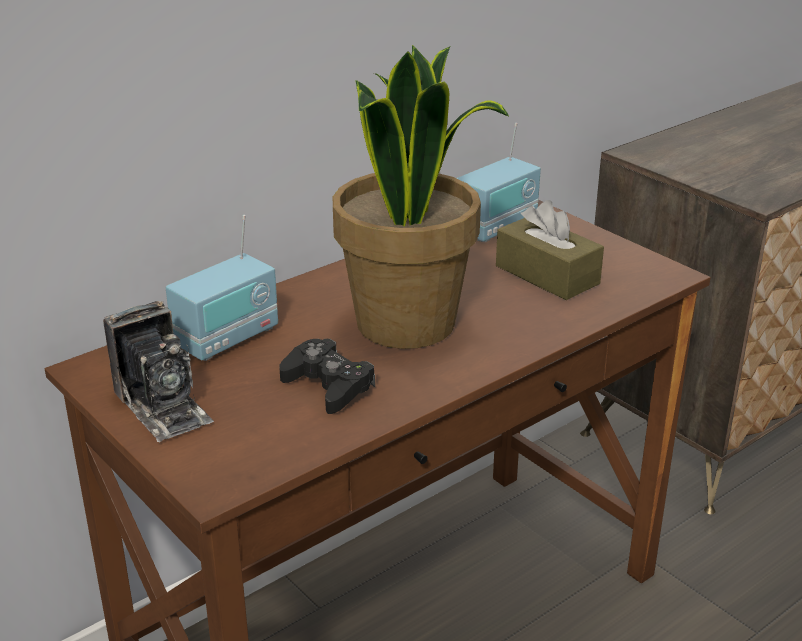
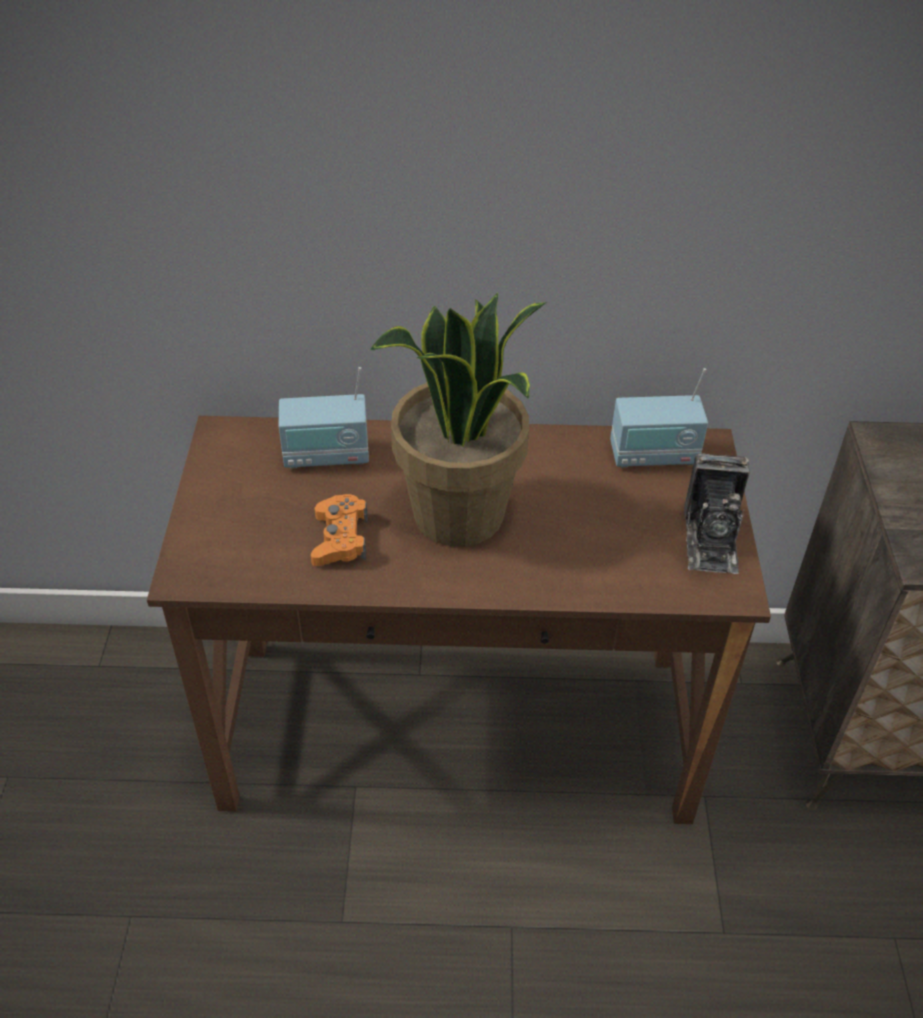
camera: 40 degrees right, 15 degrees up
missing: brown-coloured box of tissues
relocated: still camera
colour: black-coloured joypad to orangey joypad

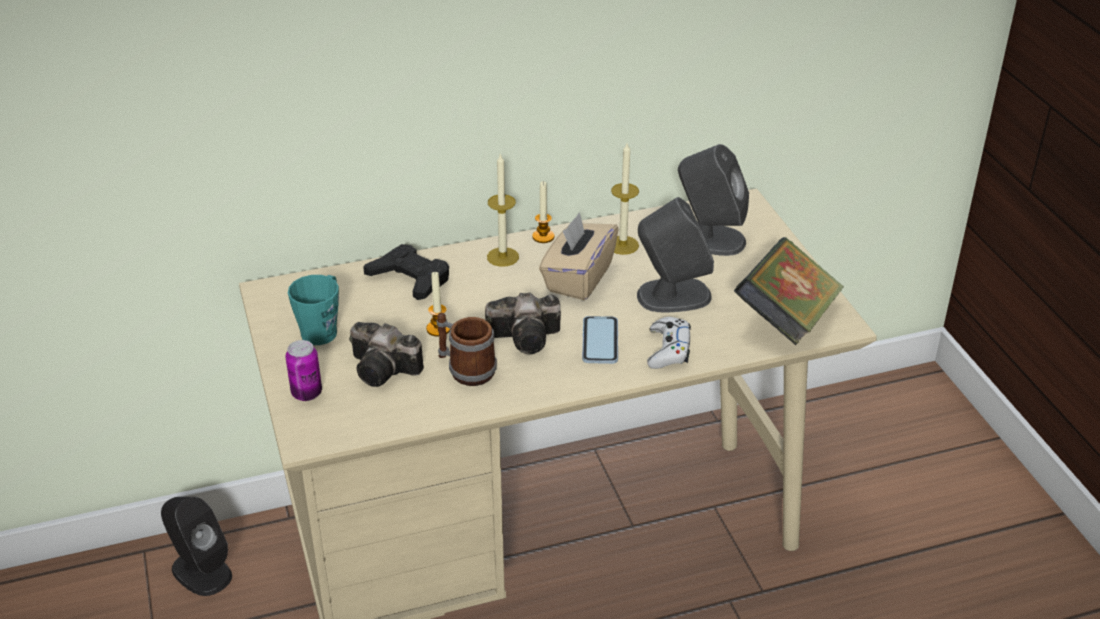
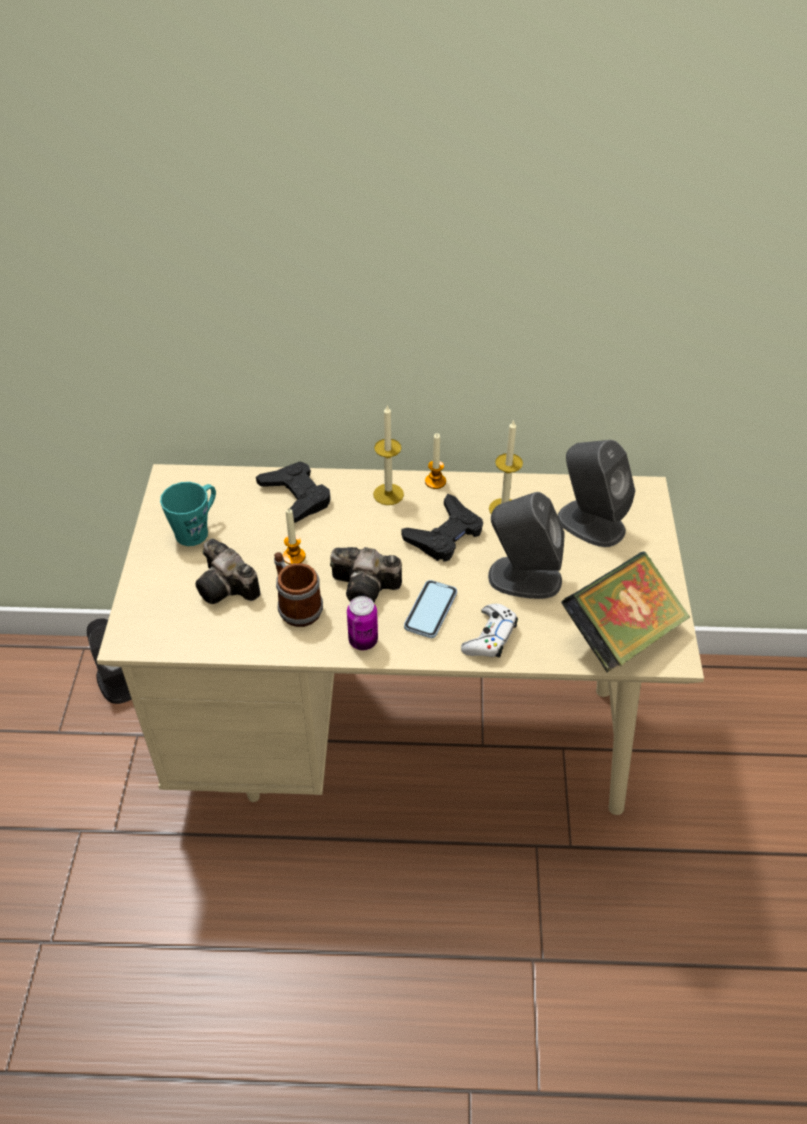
camera: 20 degrees right, 10 degrees up
relocated: sealed can
exchanged: beige-coloured box of tissues to black-coloured joypad (no. 2 from left)

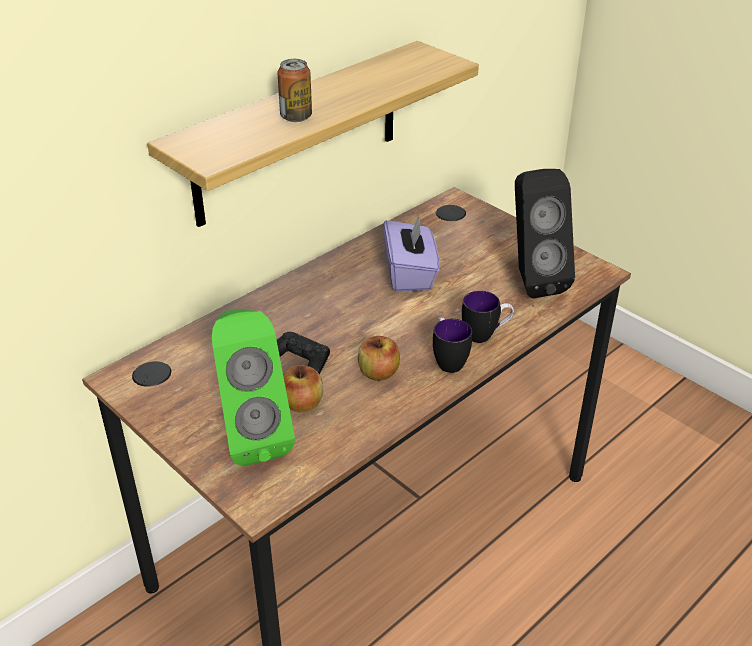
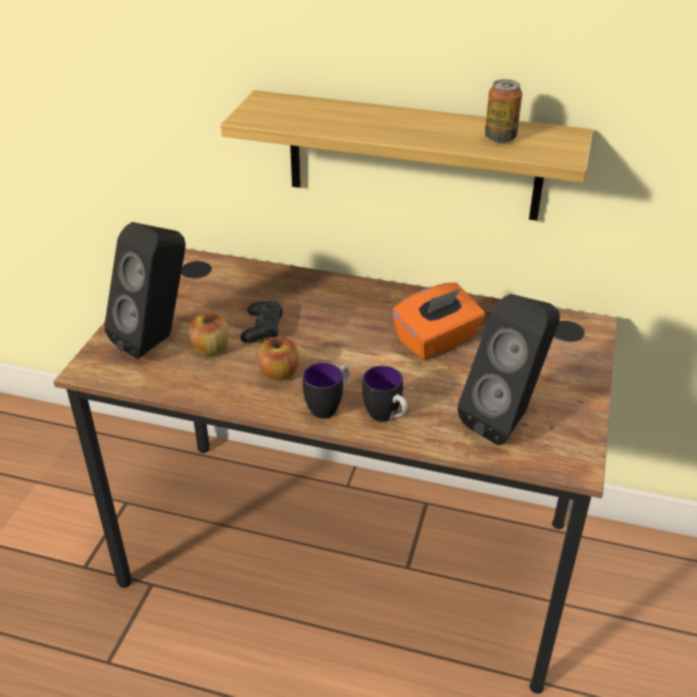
camera: 60 degrees right, 0 degrees up
relocated: sealed can
colour: greenish loudspeaker to black-coloured loudspeaker (no. 1 from left); purple-coloured box of tissues to orangey box of tissues

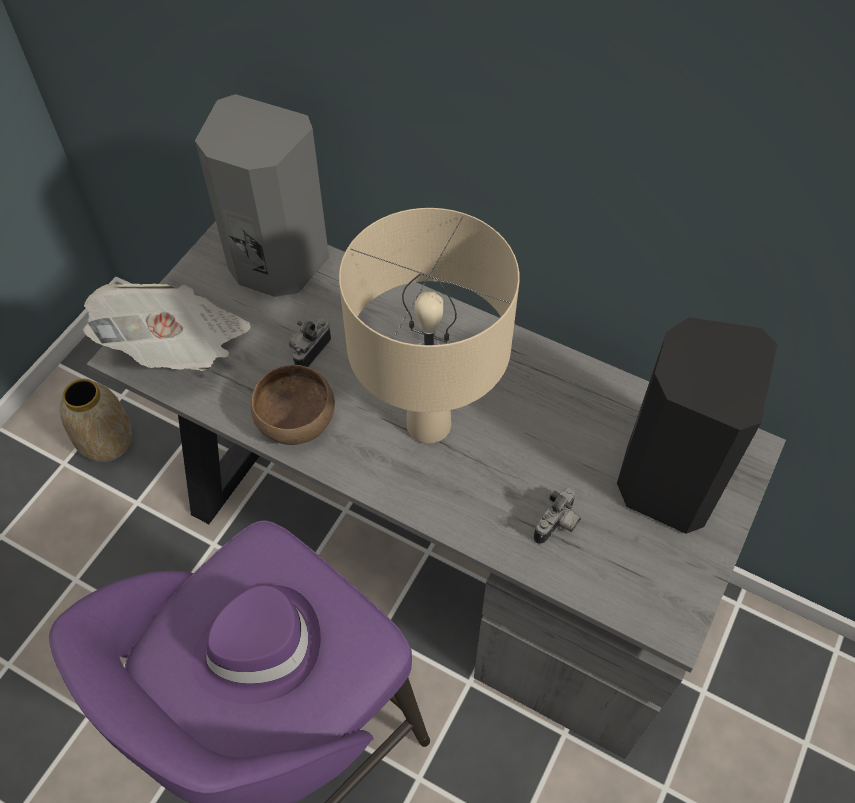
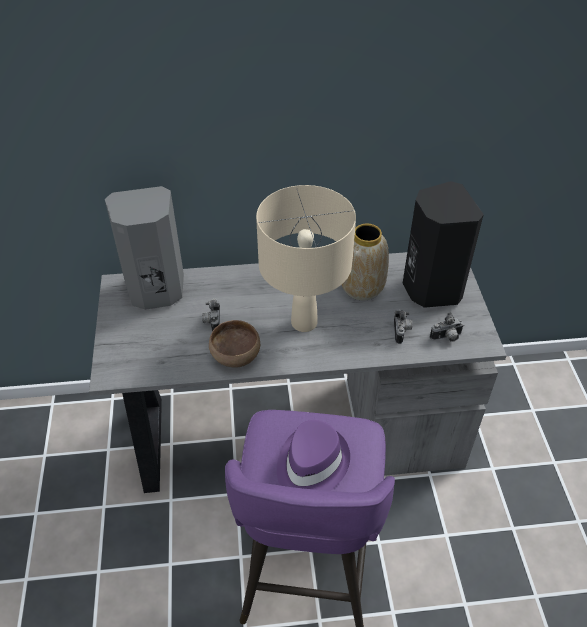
camera: 35 degrees left, 10 degrees down
missing: printed paper
appeared: still camera (no. 3 from left)
relocated: decorative vase

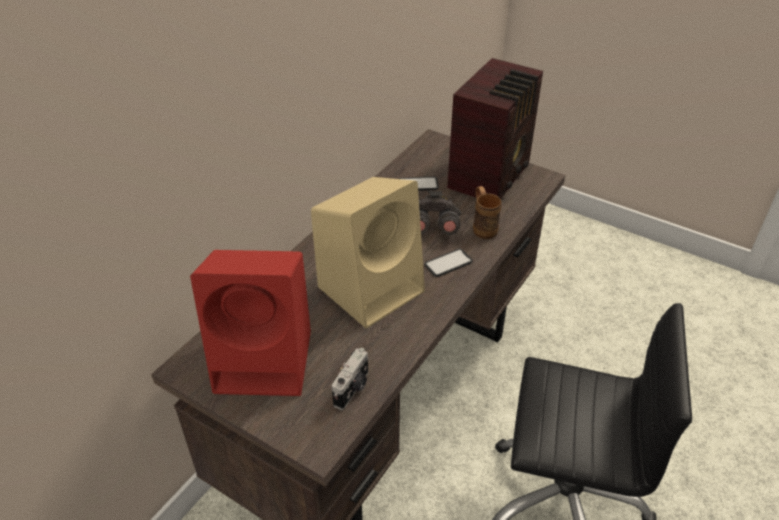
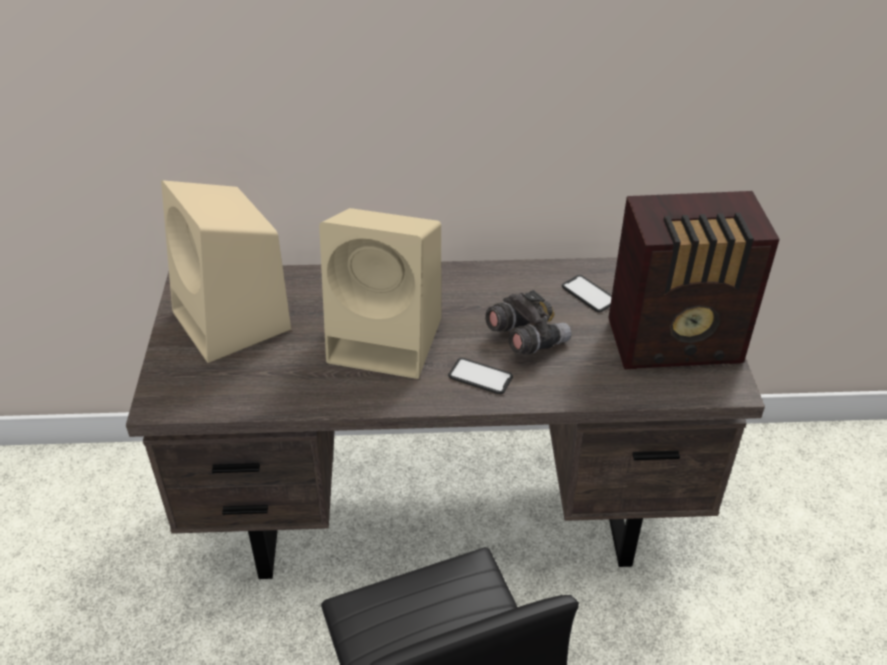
camera: 55 degrees right, 0 degrees up
missing: still camera; brown-coloured tea mug
colour: reddish loudspeaker to beige-coloured loudspeaker (no. 1 from left)

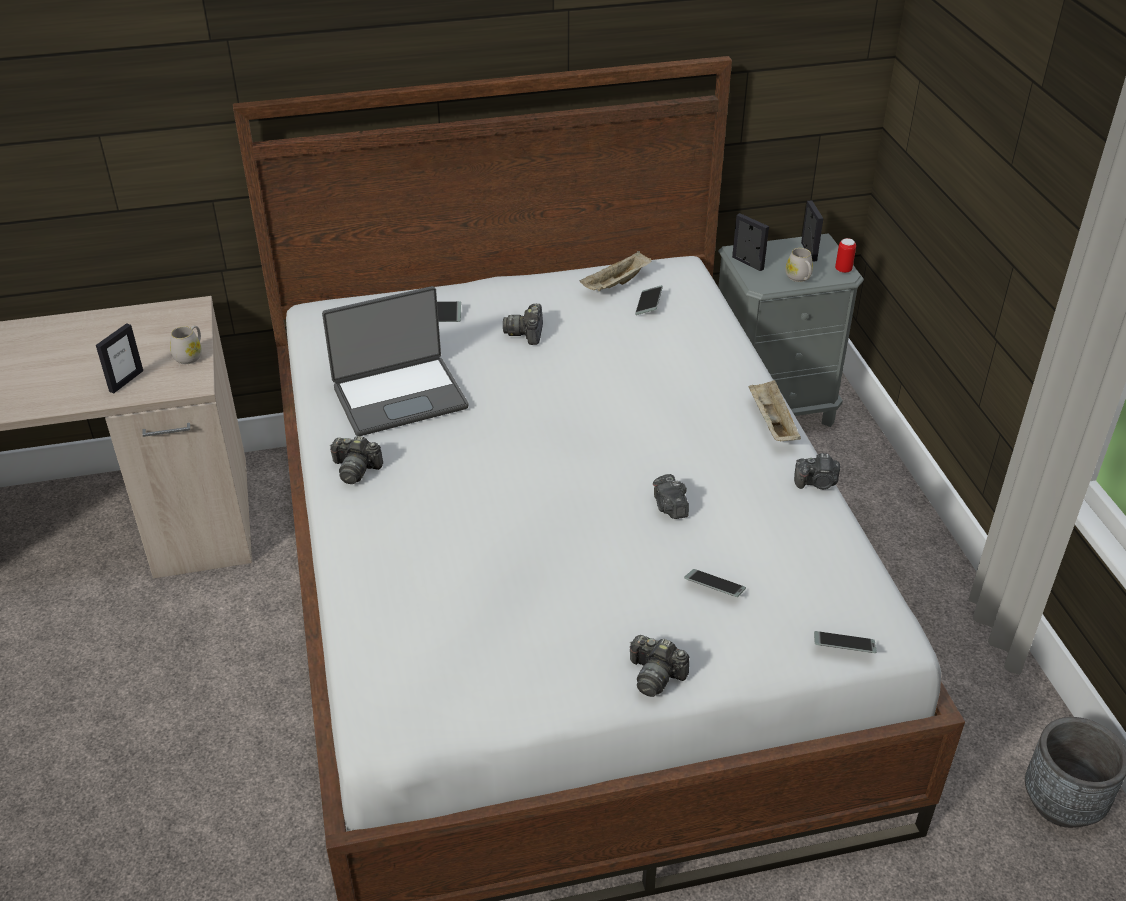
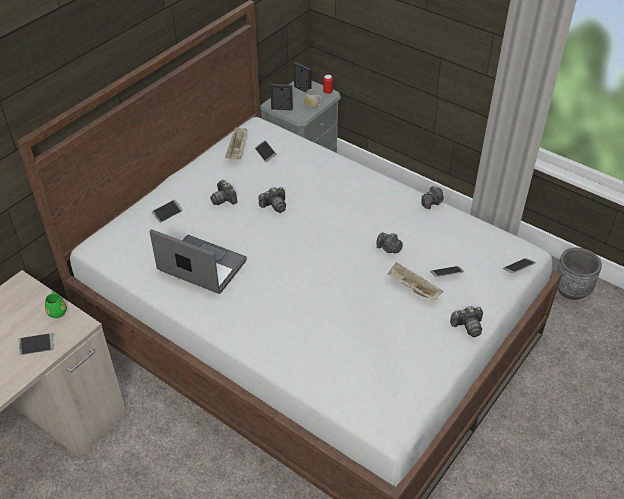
camera: 40 degrees left, 5 degrees up
relocated: still camera (no. 1 from left in the first image) to still camera (no. 2 from left); beige-coloured tray (no. 2 from left)
exchanged: picture frame (no. 1 from left) to telephone (no. 1 from left)
colour: whitish tea mug (no. 1 from left) to greenish tea mug
spun: portable computer 90 degrees counterclockwise

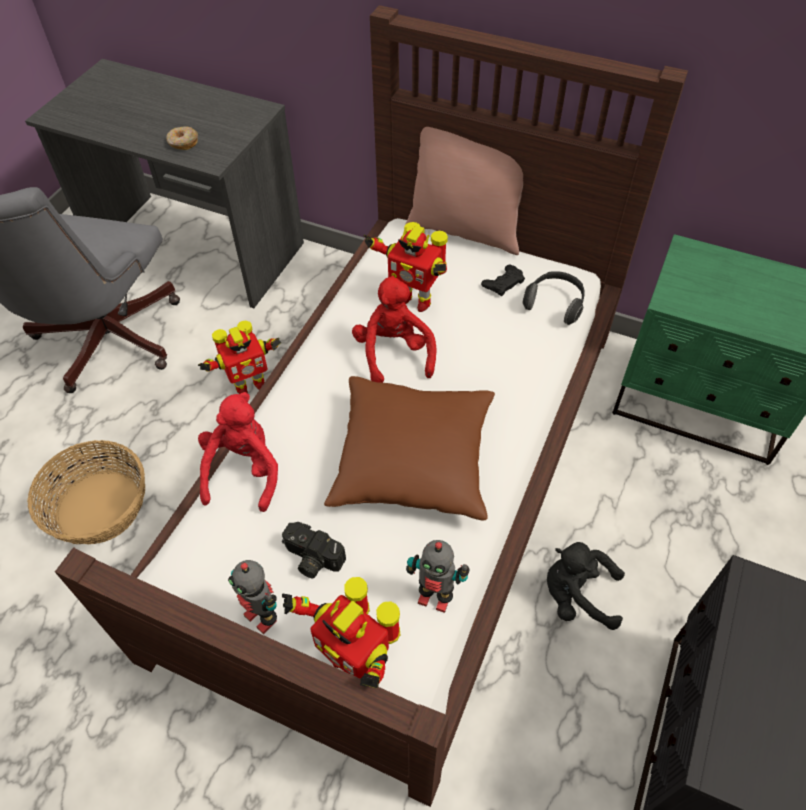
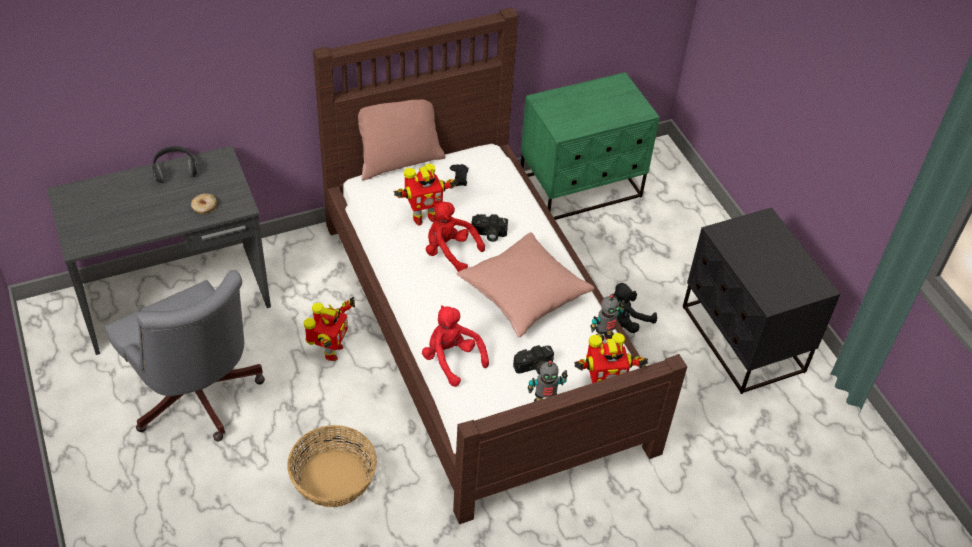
camera: 50 degrees left, 5 degrees down
appeared: still camera (no. 1 from left)
relocated: headphones
colour: brown-coloured throw pillow to pink-coloured throw pillow (no. 2 from left)

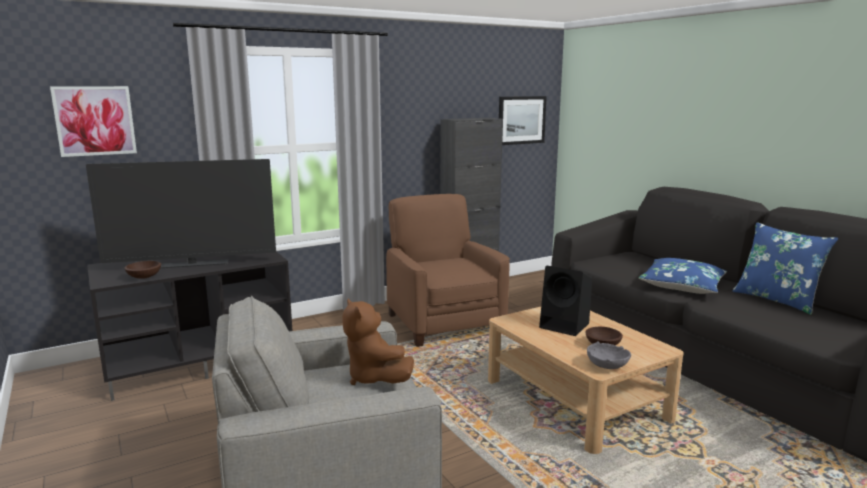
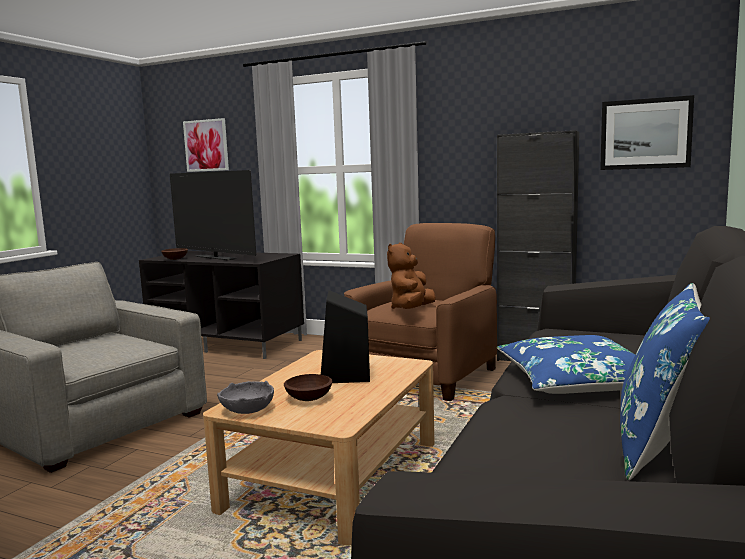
camera: 55 degrees right, 5 degrees down
relocated: brown-coloured cuddly toy

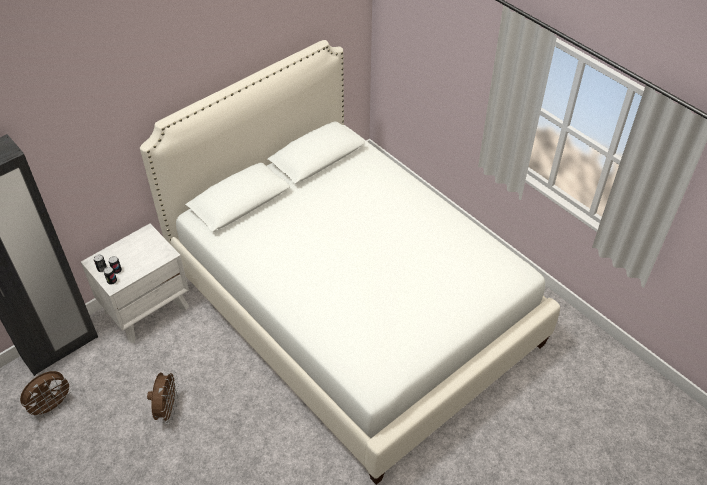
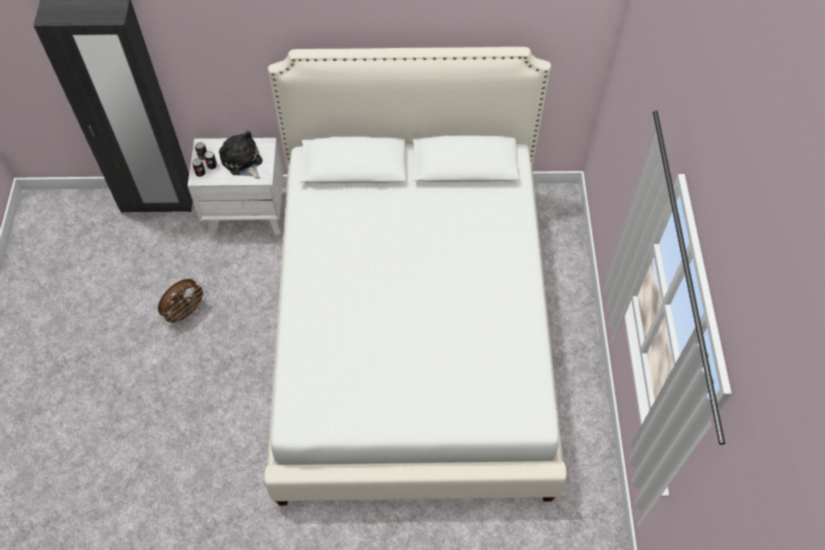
camera: 40 degrees right, 10 degrees up
missing: brown-coloured electric fan (no. 1 from left)
appeared: cuddly toy

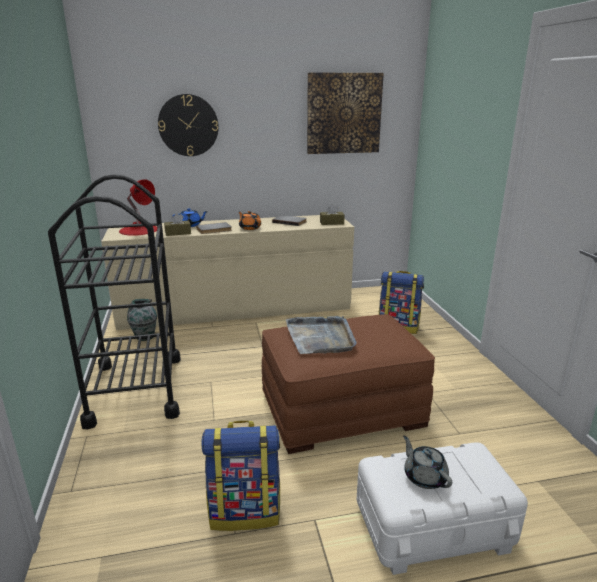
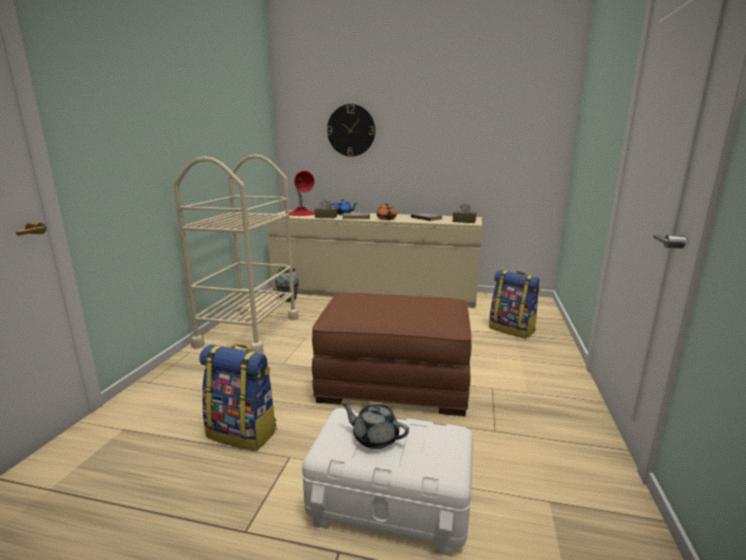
camera: 25 degrees right, 5 degrees down
missing: grey tray; wall picture
colour: black-coloured wheeled cart to beige-coloured wheeled cart
spun: grey teapot 60 degrees counterclockwise

